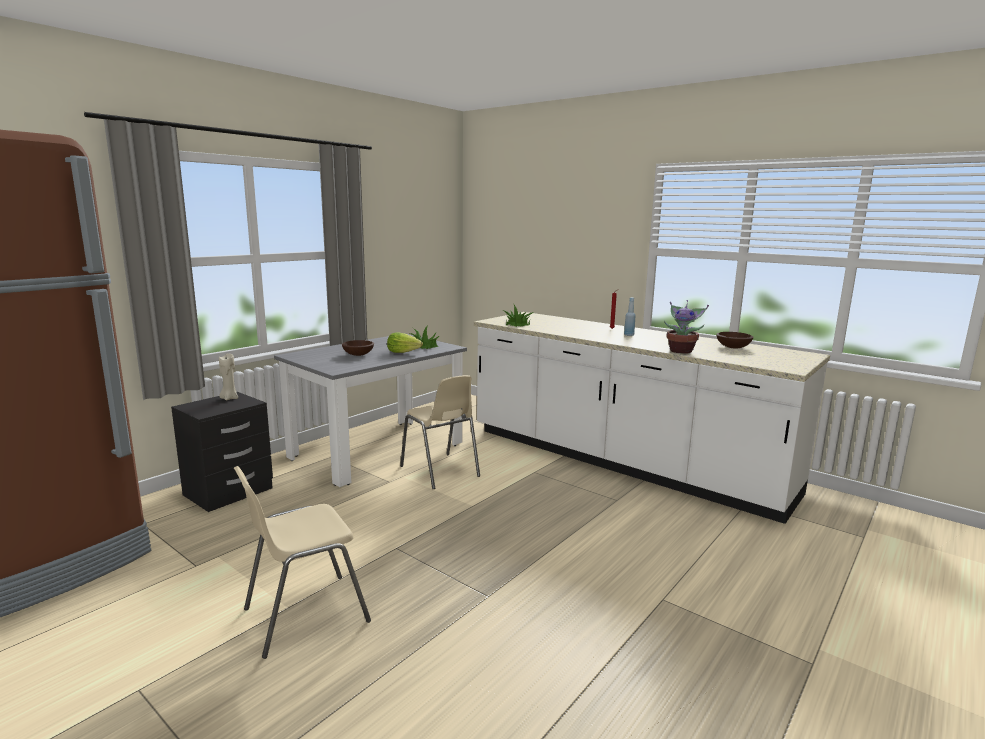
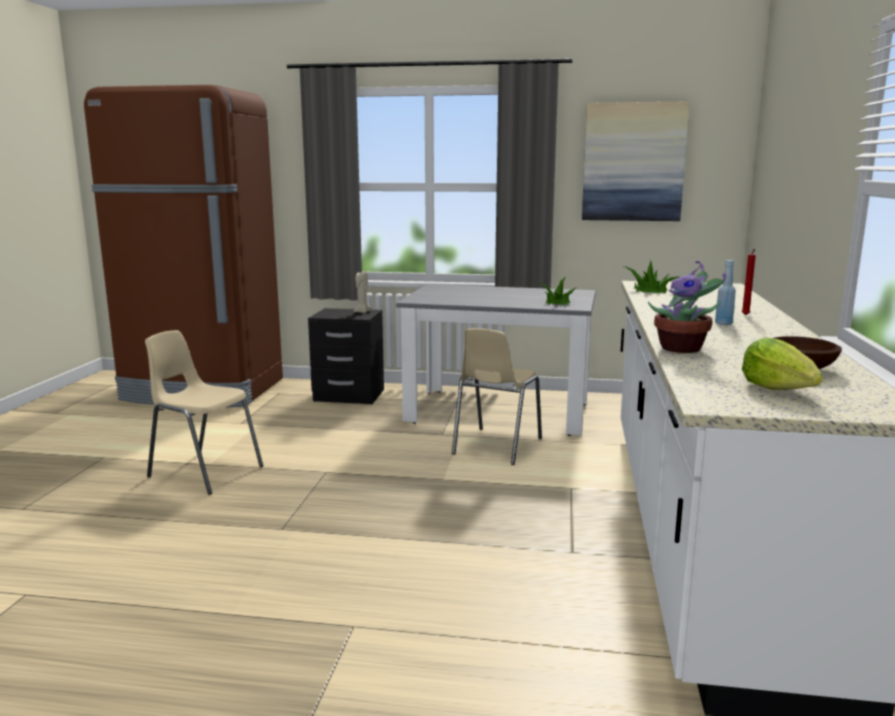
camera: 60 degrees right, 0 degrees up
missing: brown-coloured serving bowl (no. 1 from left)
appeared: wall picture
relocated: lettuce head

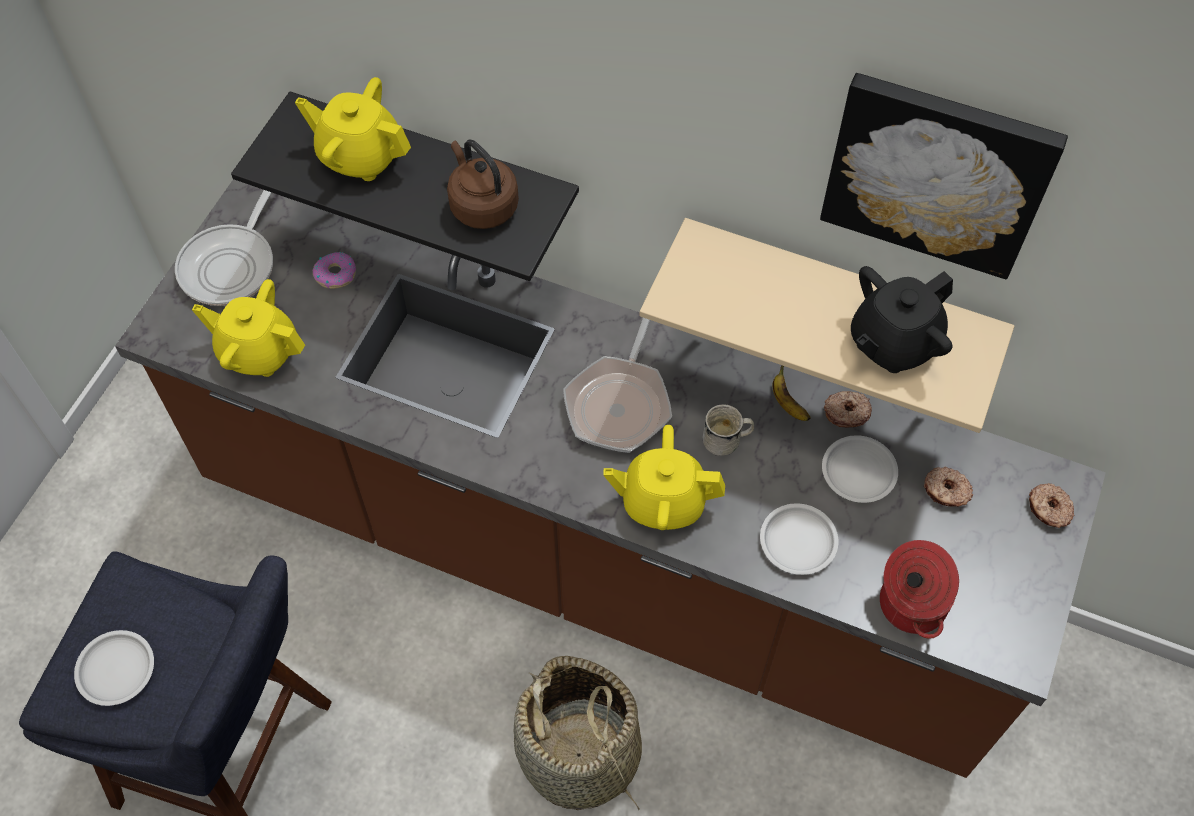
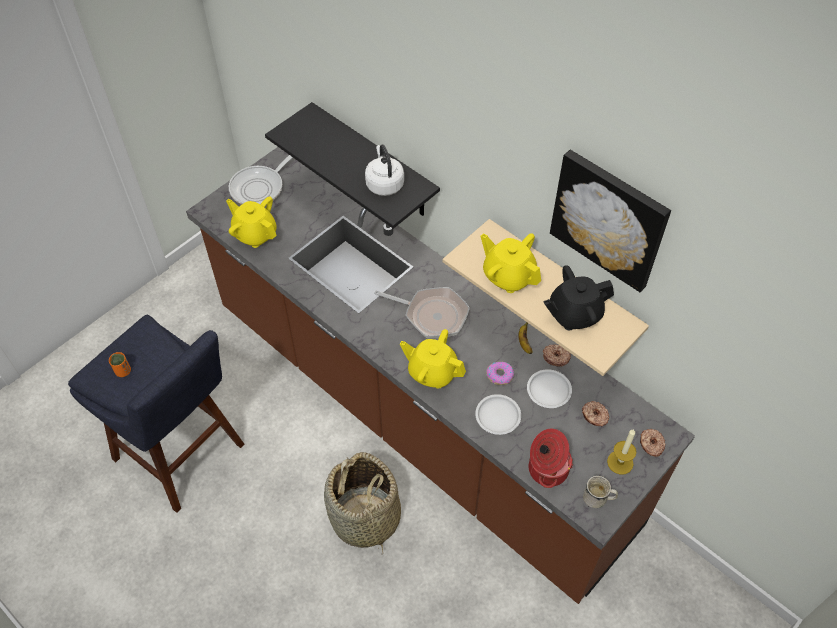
camera: 20 degrees right, 5 degrees down
appeared: wax candle
relocated: yellow-coloured teapot (no. 2 from left in the first image) to yellow-coloured teapot (no. 3 from left); ring doughnut (no. 1 from left); whitish tea mug
exchanged: whitish dinner plate (no. 1 from left) to orangey cup
colour: brown-coloured kettle to whitish kettle
spun: skillet (no. 2 from left) 105 degrees counterclockwise

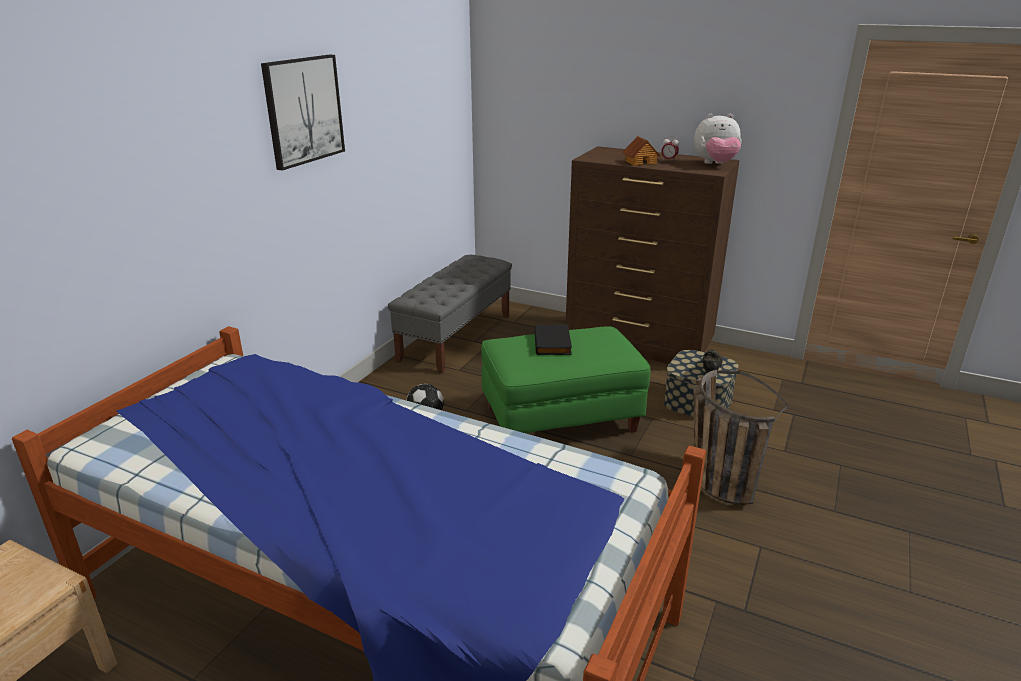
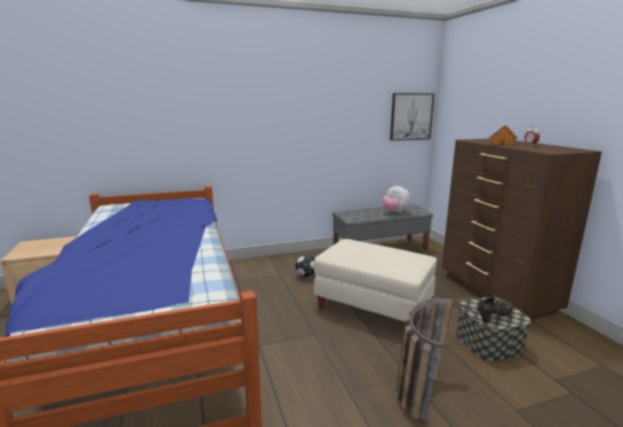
camera: 45 degrees right, 10 degrees down
missing: black-coloured bound book
relocated: cuddly toy; wall picture
colour: greenish pouffe to beige-coloured pouffe

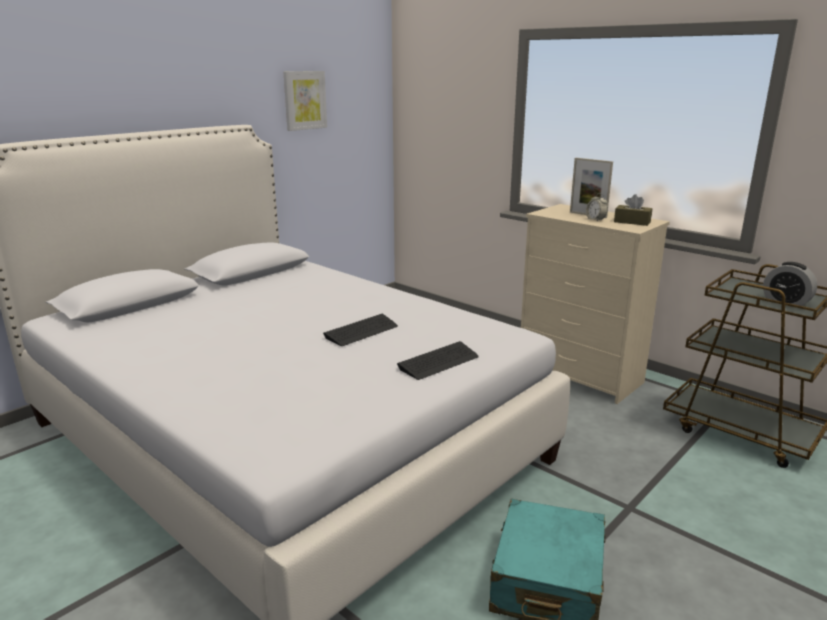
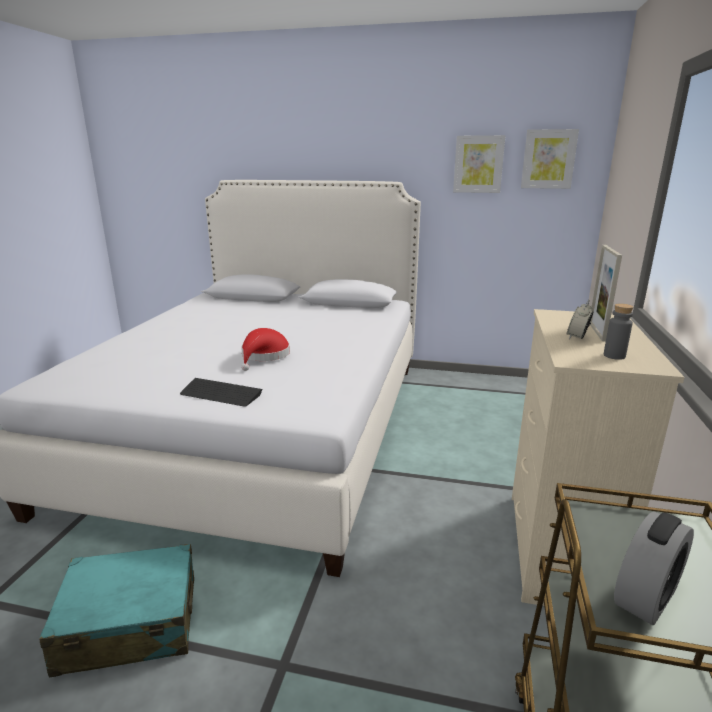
camera: 60 degrees right, 0 degrees up
appeared: wall picture (no. 2 from left)
exchanged: computer keyboard (no. 1 from left) to reddish clothing hat; brown-coloured box of tissues to grey drink bottle
spun: table clock (no. 2 from left) 150 degrees counterclockwise

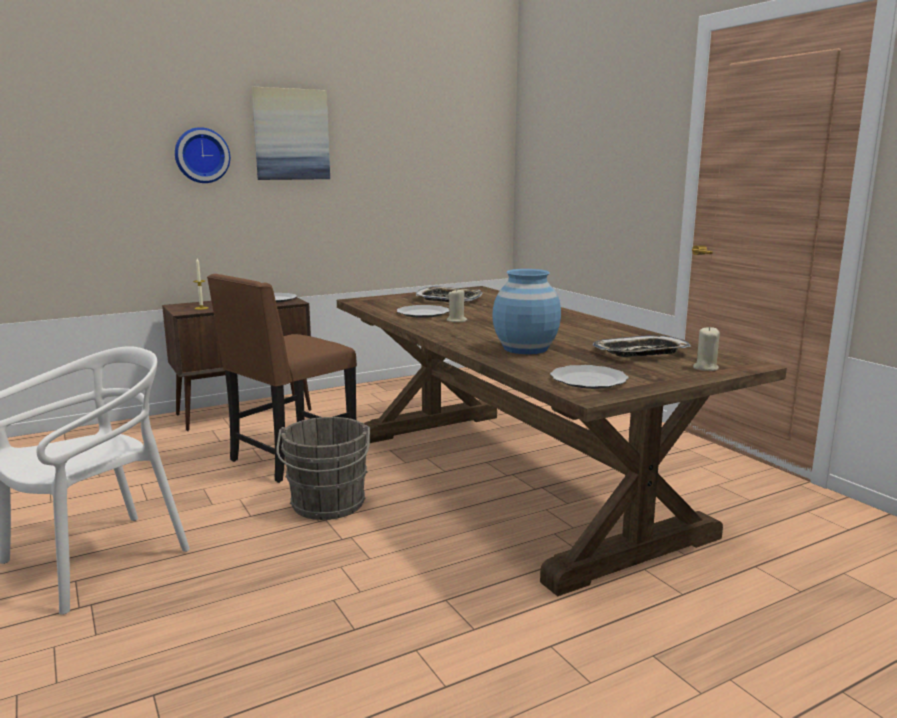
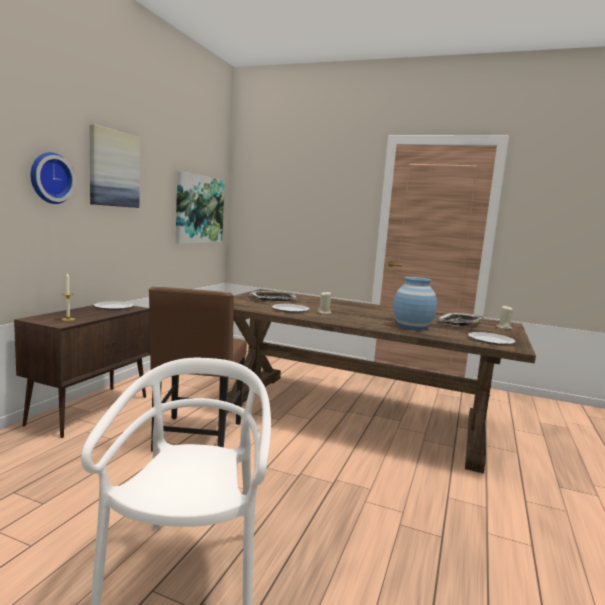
camera: 40 degrees left, 5 degrees down
missing: grey bucket
appeared: wall picture (no. 2 from left)

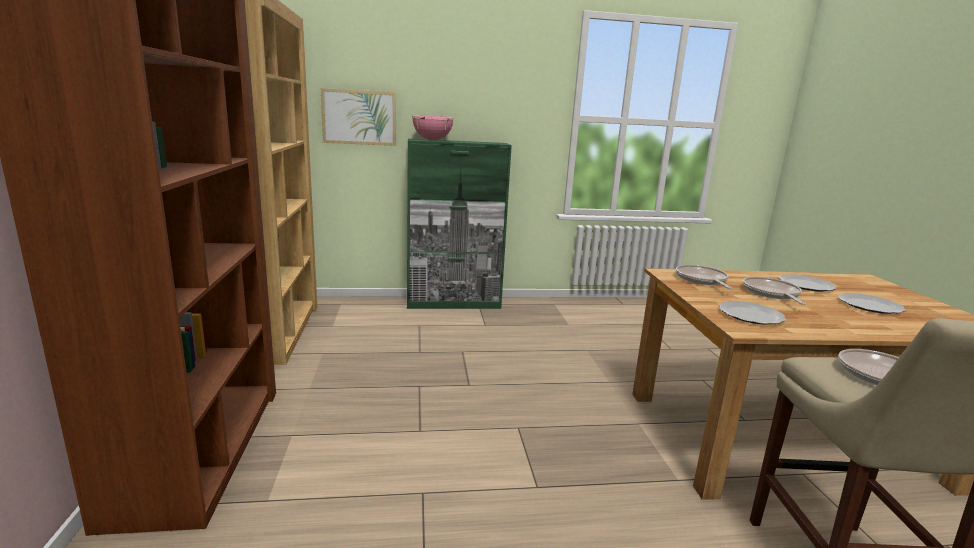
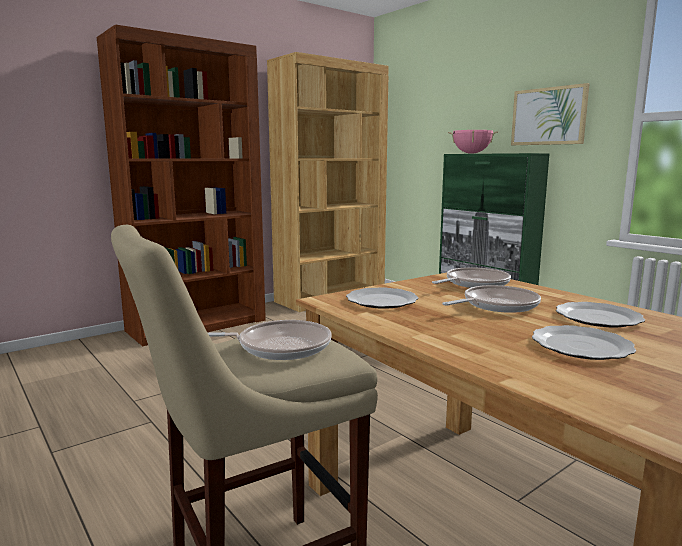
camera: 60 degrees right, 5 degrees down
relocated: wall picture

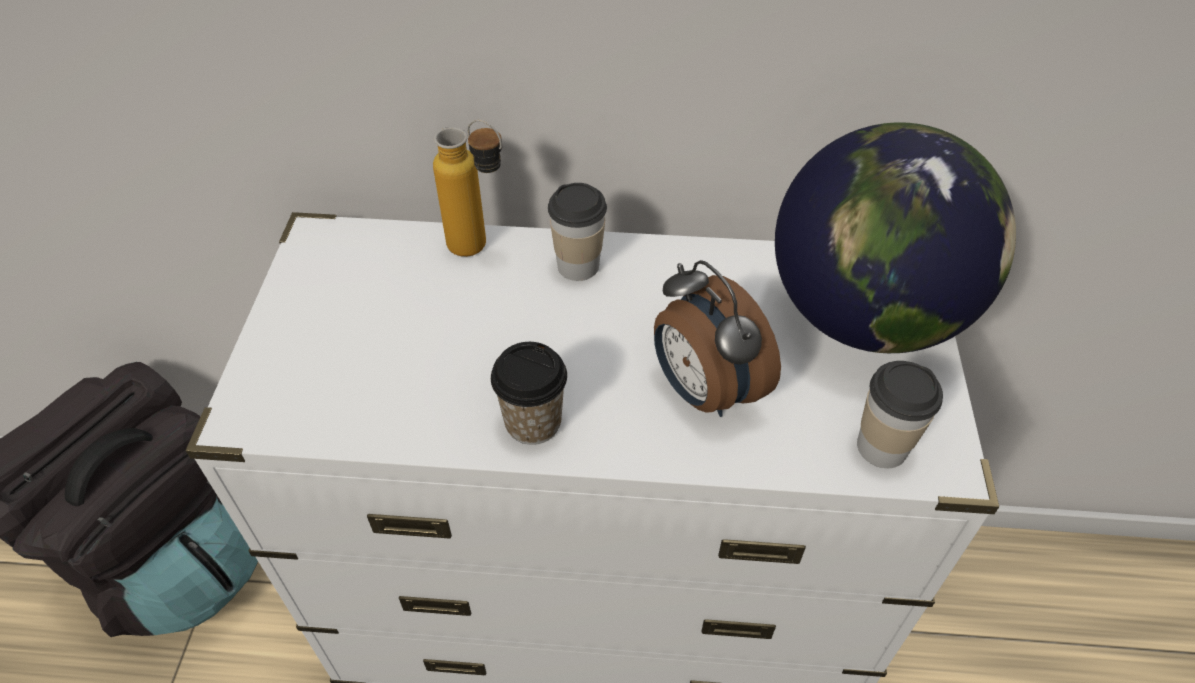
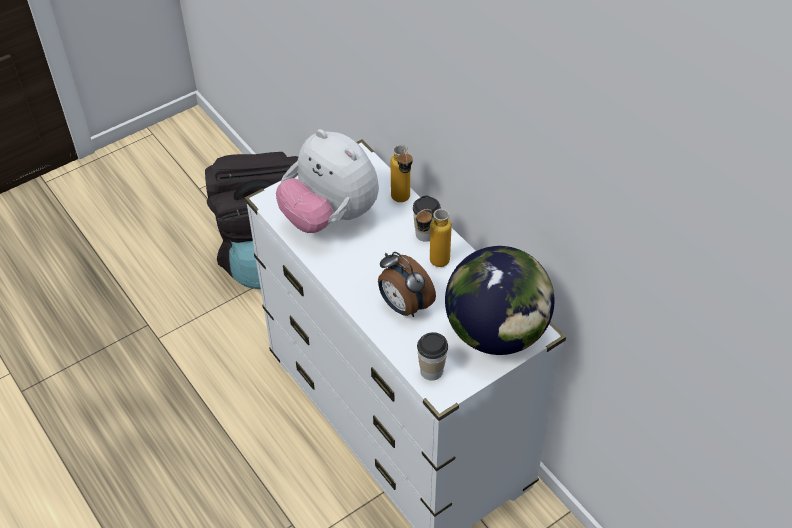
camera: 50 degrees right, 0 degrees up
missing: cup (no. 1 from left)
appeared: cuddly toy; drink bottle (no. 2 from left)
spun: table clock 60 degrees counterclockwise

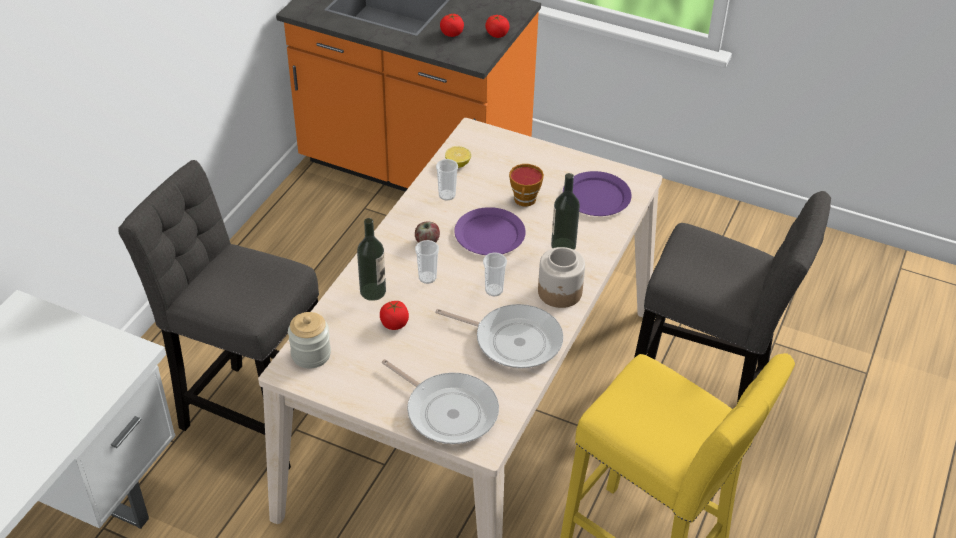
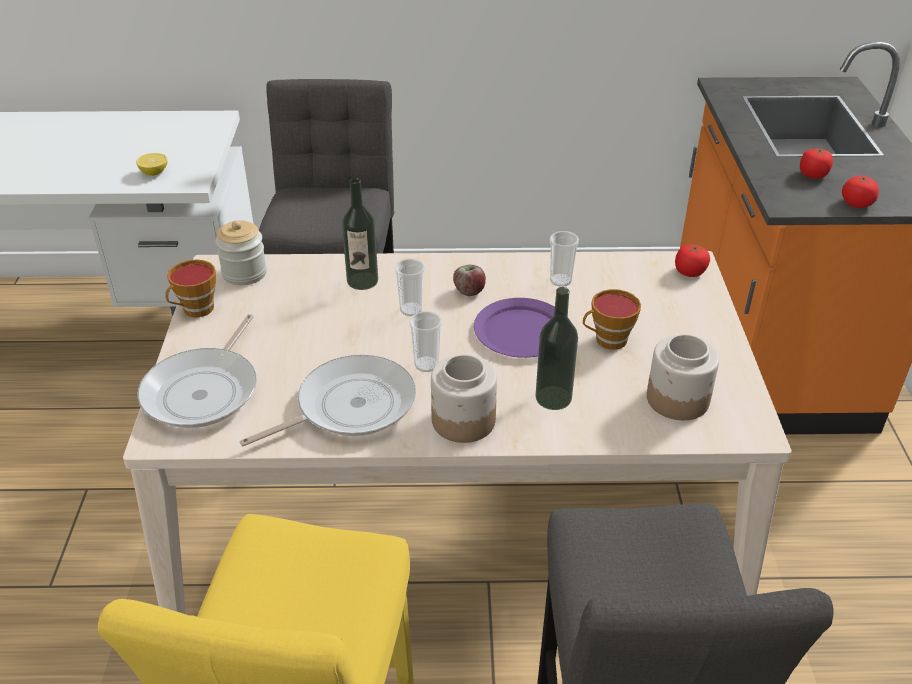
camera: 65 degrees right, 5 degrees down
appeared: cup (no. 1 from left)
relocated: citrus fruit; whole tomato (no. 1 from left)
exchanged: purple-coloured dinner plate (no. 2 from left) to preserve jar (no. 3 from left)
spun: skillet (no. 2 from left) 120 degrees counterclockwise

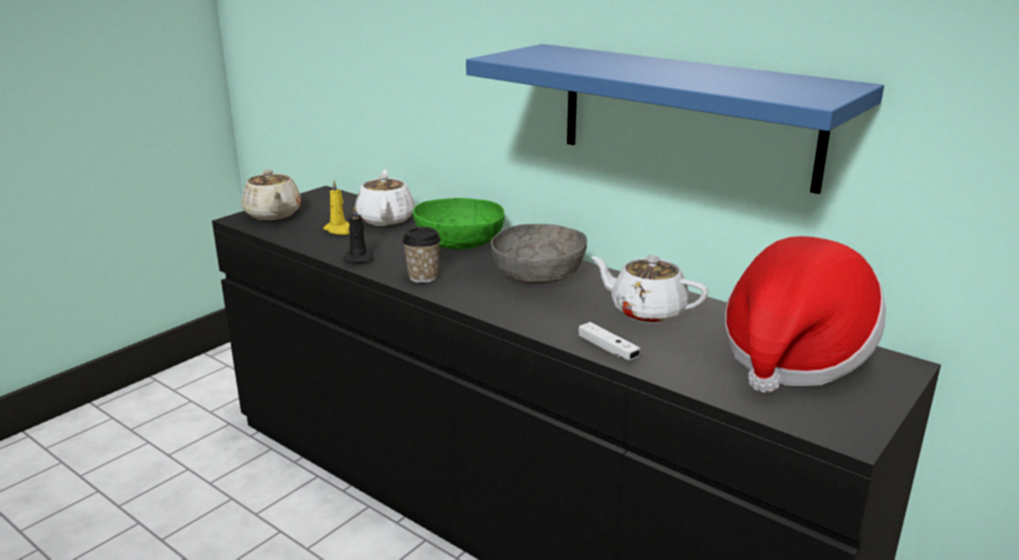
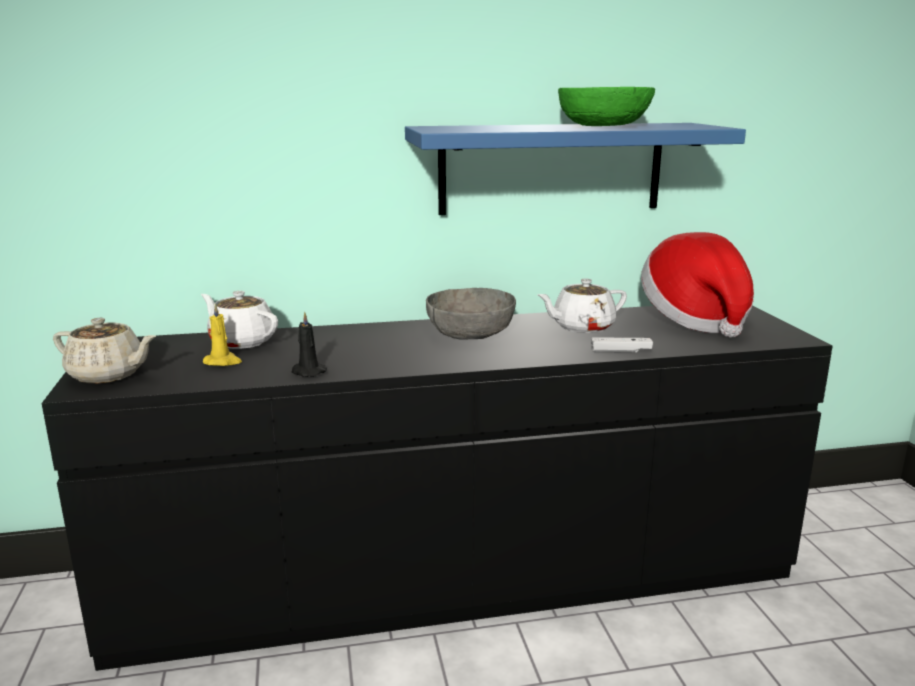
camera: 50 degrees left, 5 degrees down
missing: cup
relocated: greenish serving bowl

